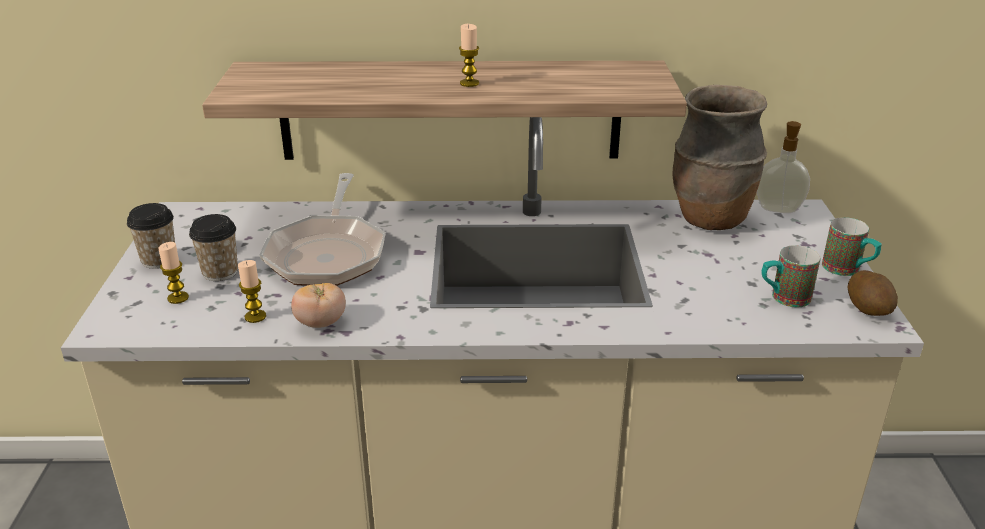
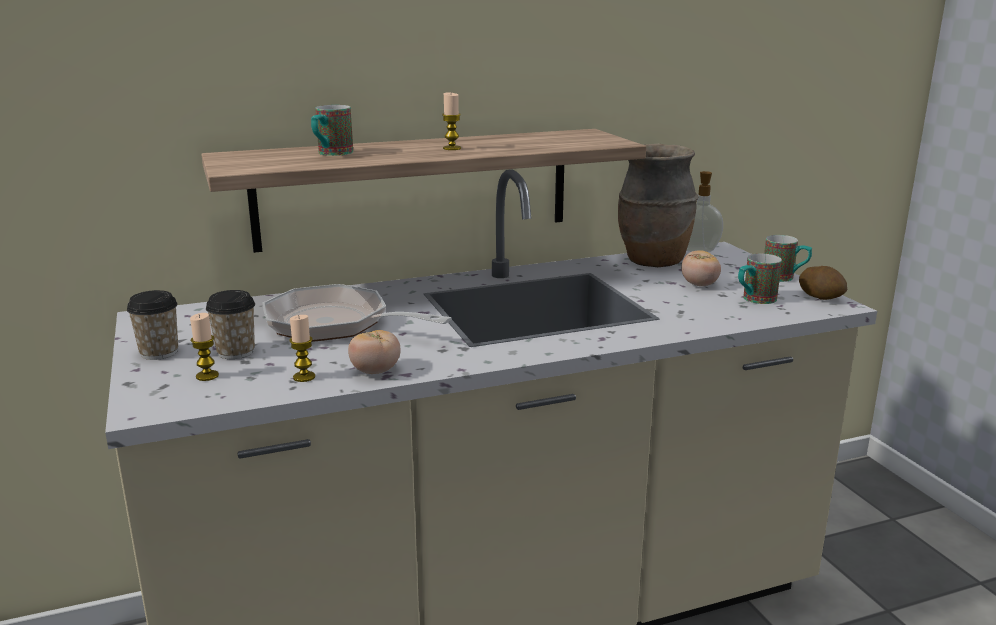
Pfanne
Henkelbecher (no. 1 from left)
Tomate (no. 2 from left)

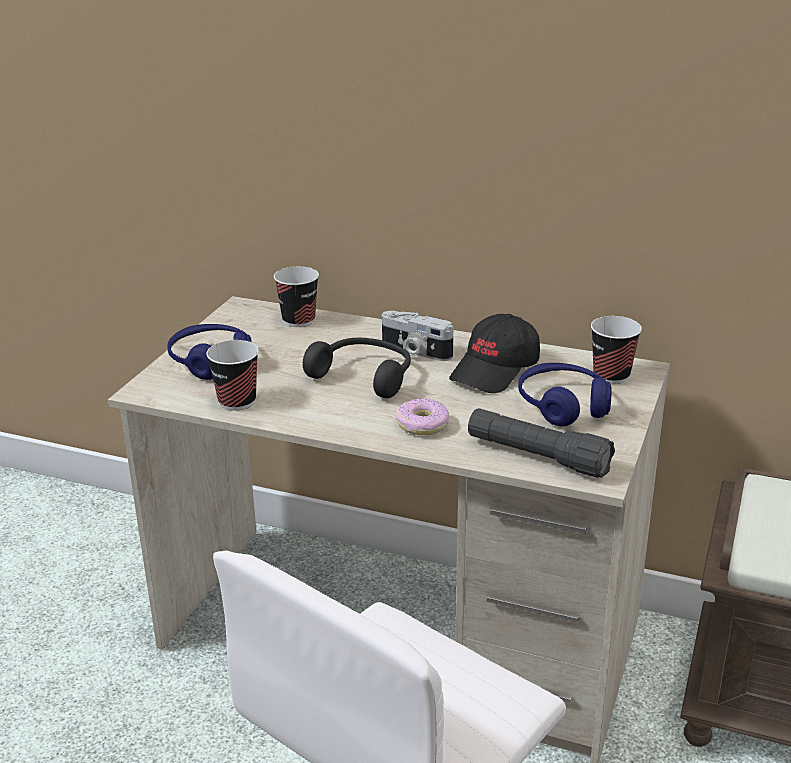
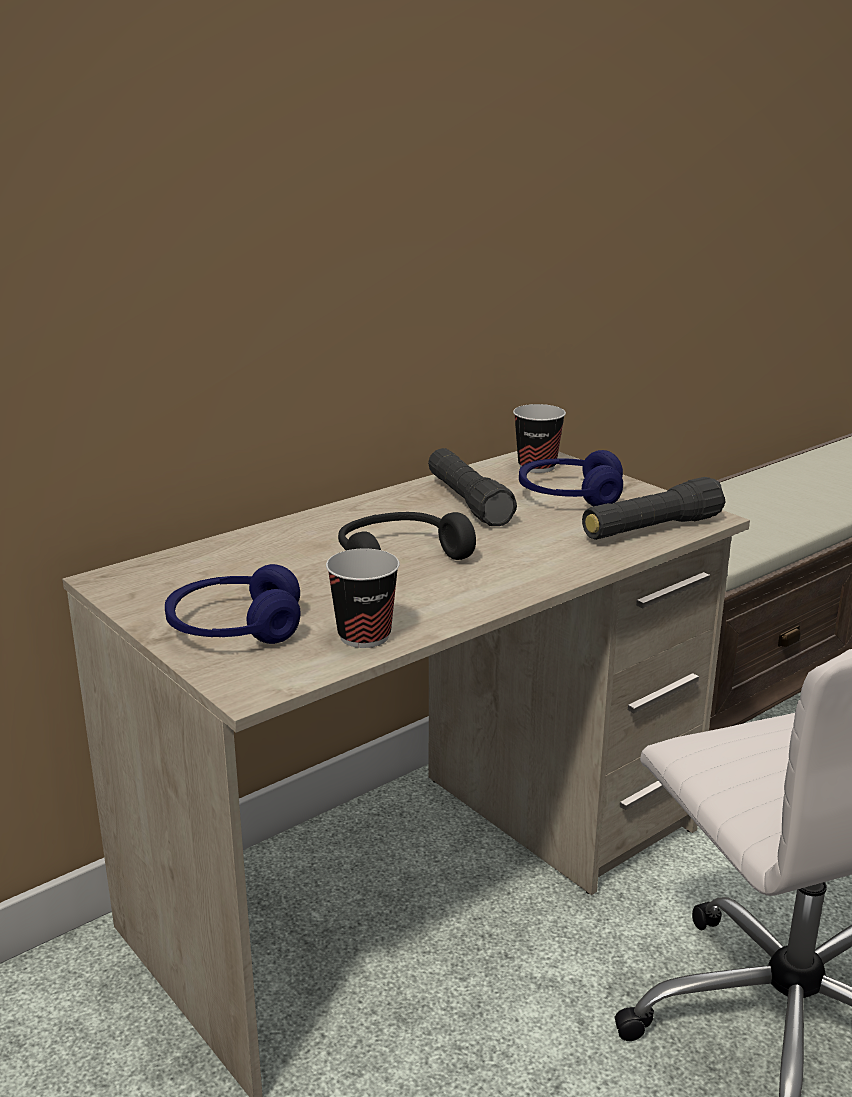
Tasse (no. 2 from left in the first image)
Kamera
Donut
Taschenlampe/schwarz (no. 1 from left)

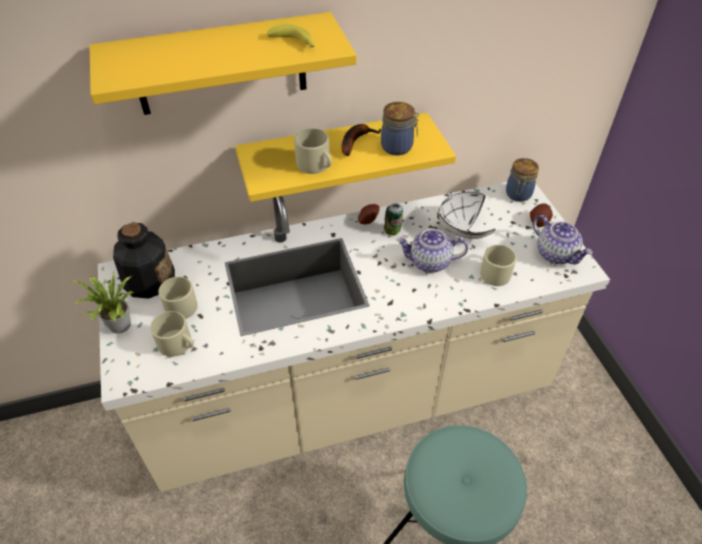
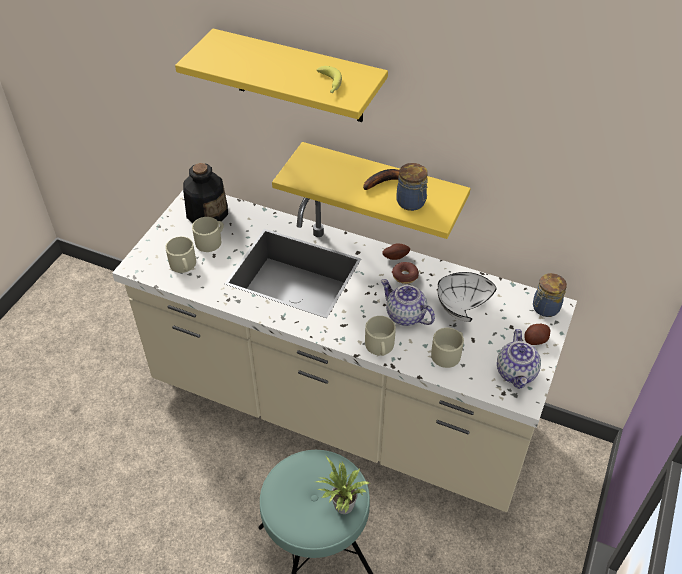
Topfpflanze
Henkelbecher/beige (no. 3 from left)
Donut

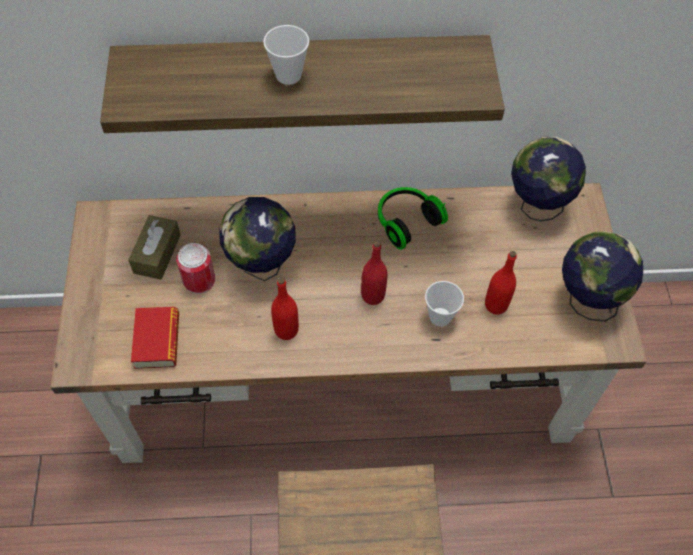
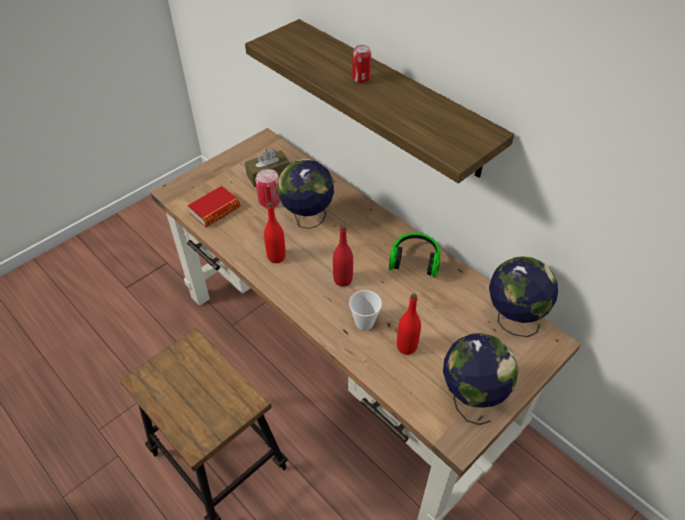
Dose (no. 2 from left)

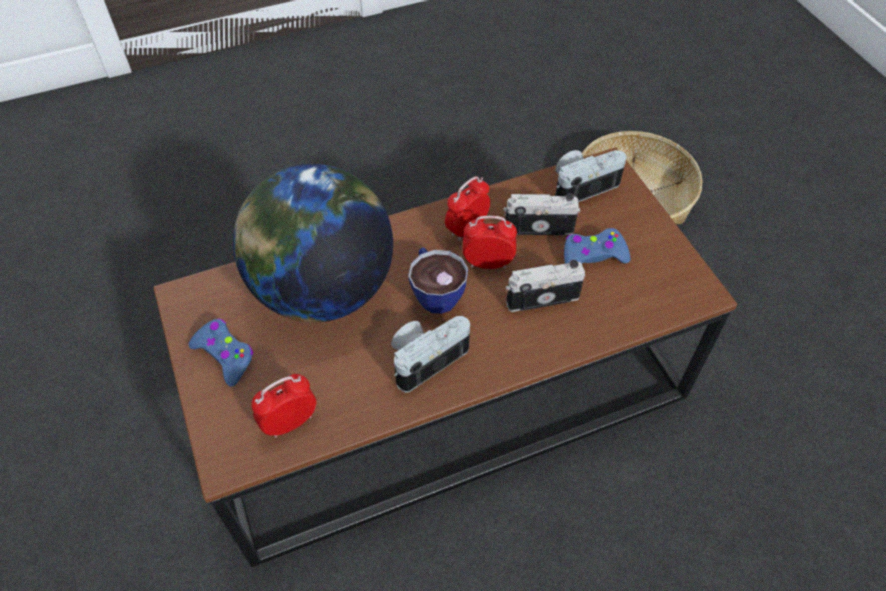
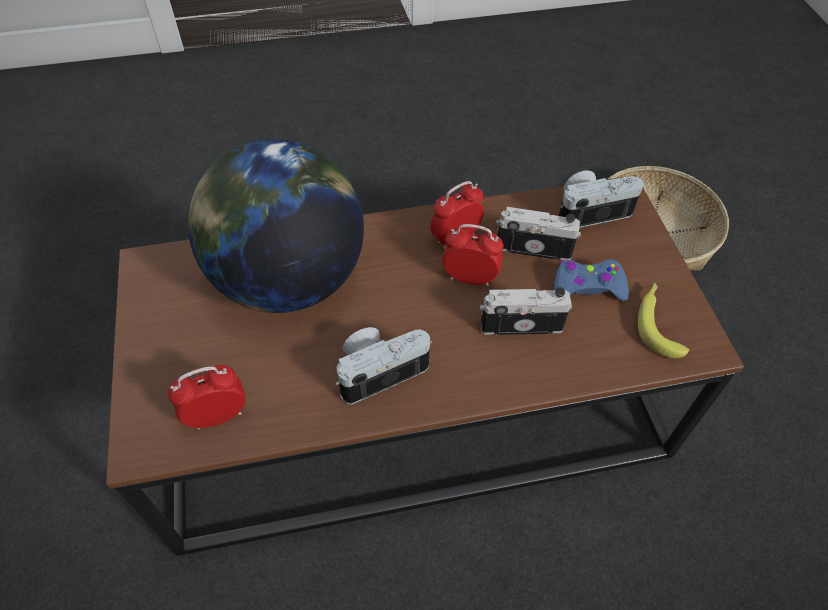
Gamepad/blau (no. 1 from left in the first image)
Tasse
Banane

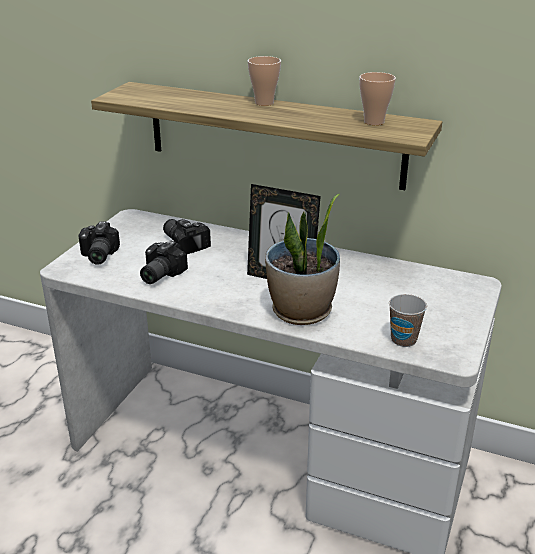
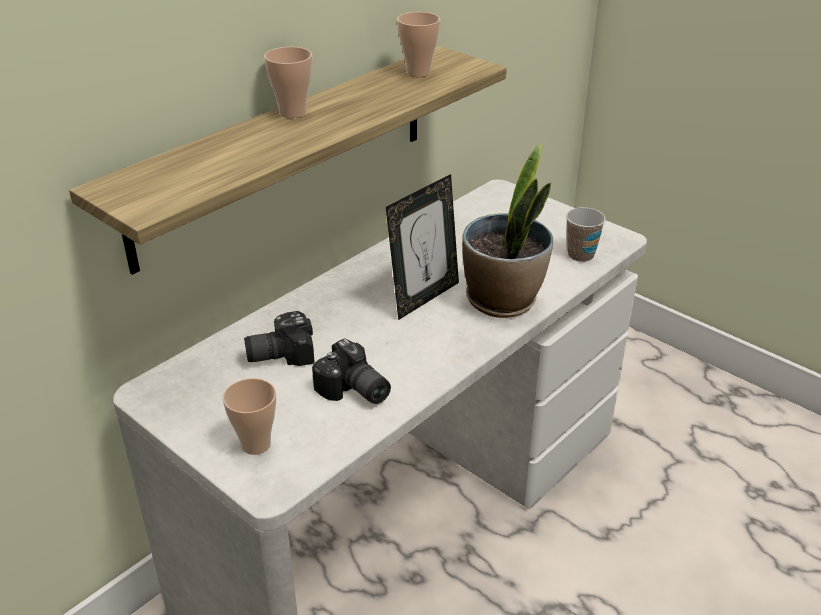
Tasse (no. 1 from left)

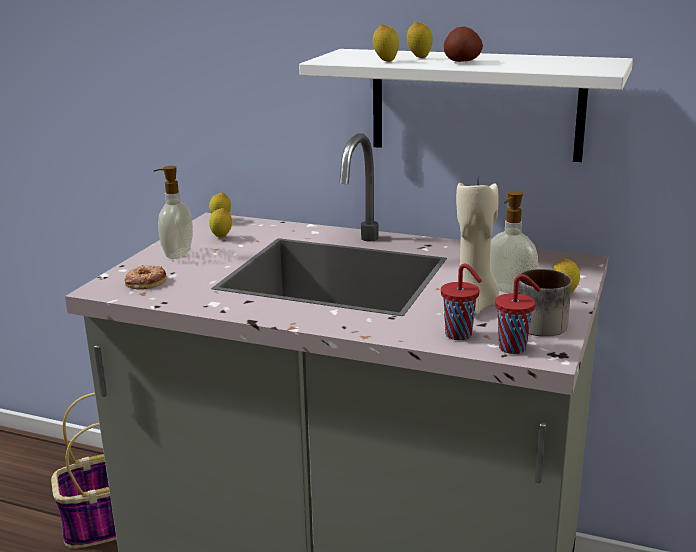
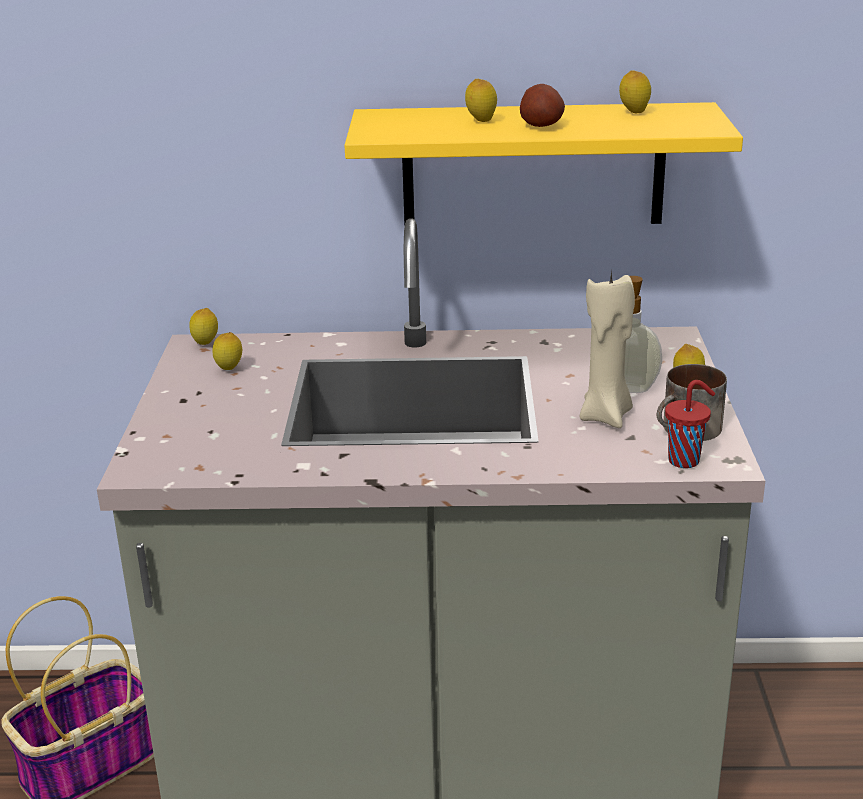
Donut
Seifenspender (no. 1 from left in the first image)
Wandregal/gelb
Zitrone (no. 4 from left)
Tasse/rot (no. 1 from left in the first image)

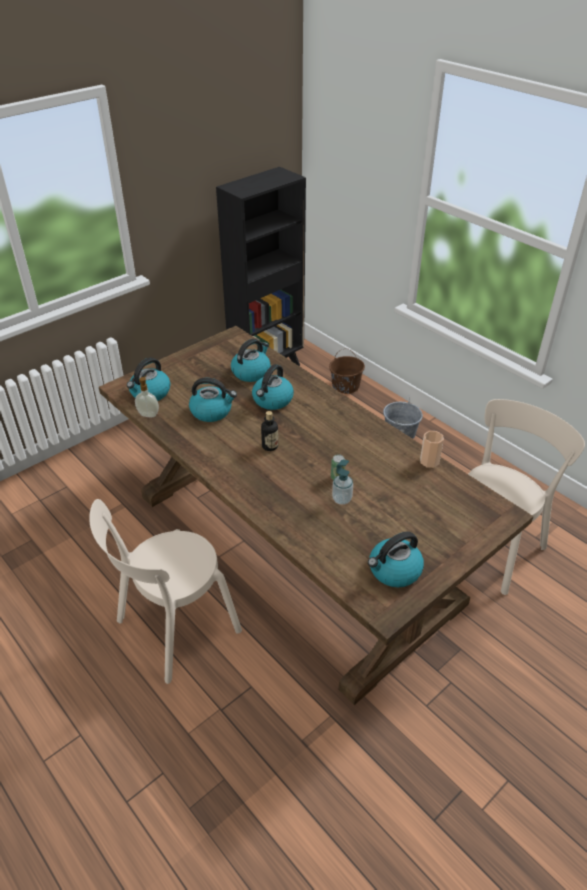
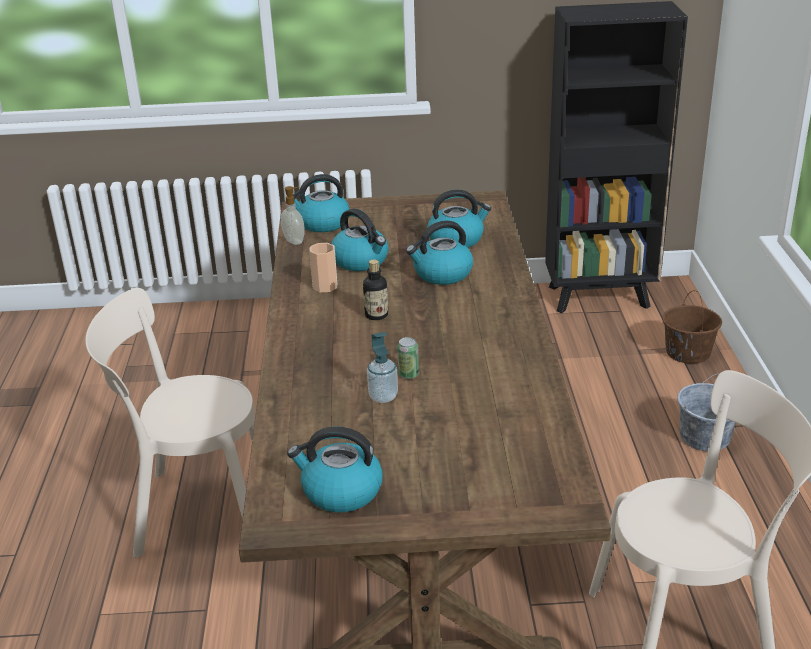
Tasse

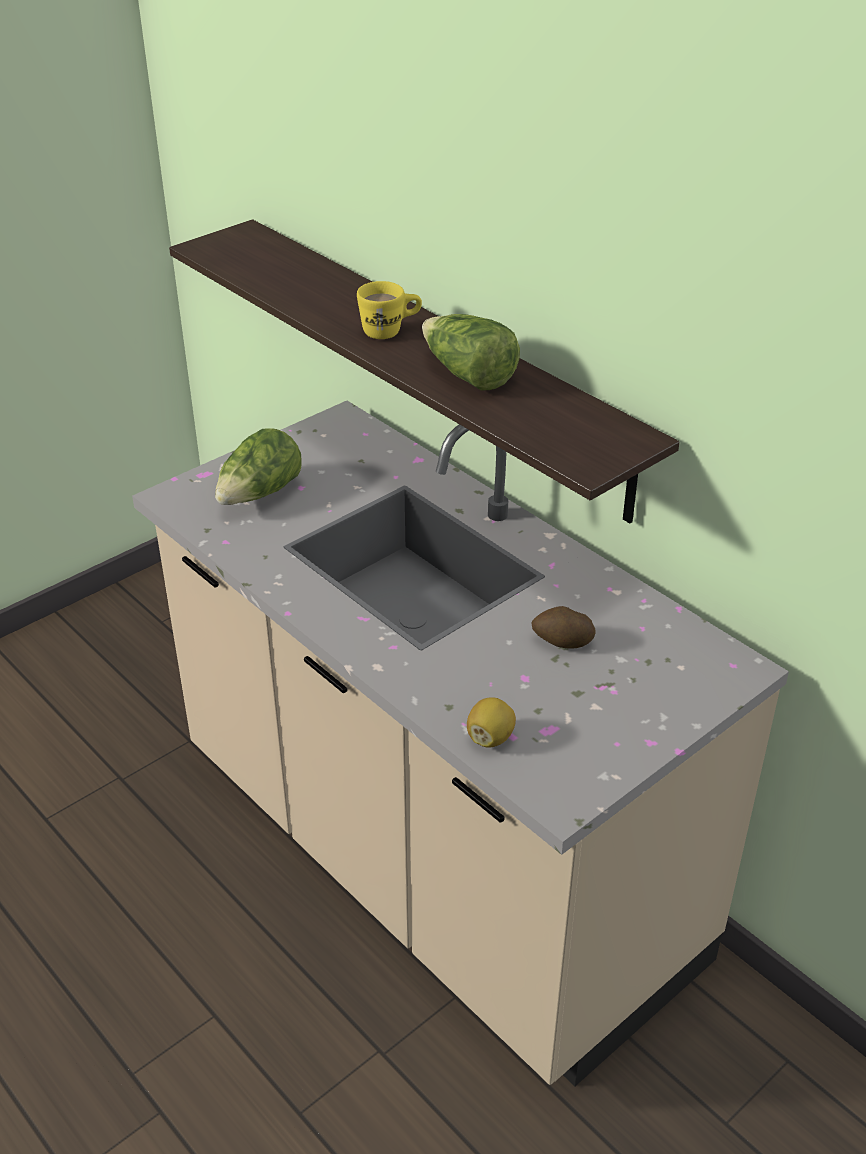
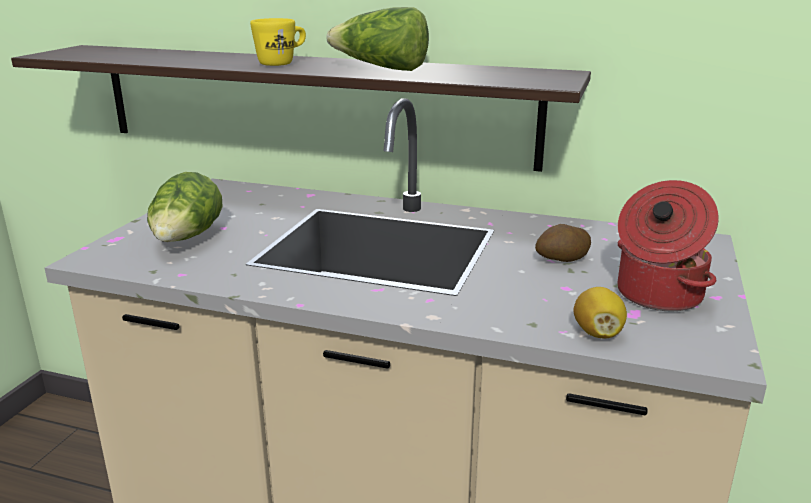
Kochtopf

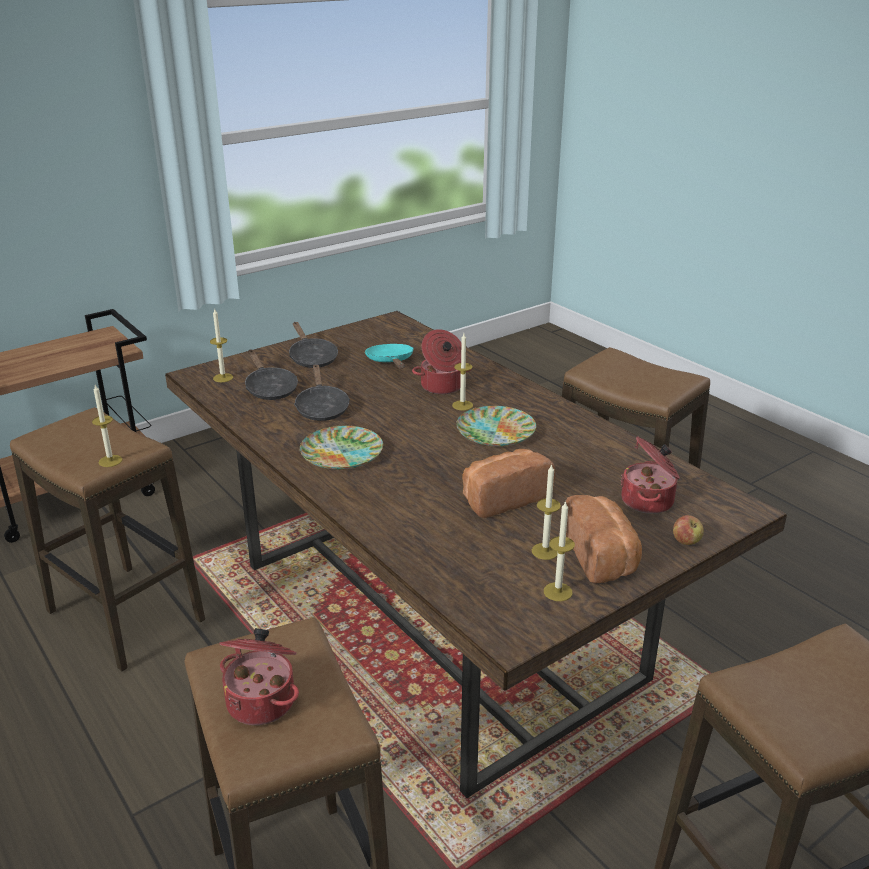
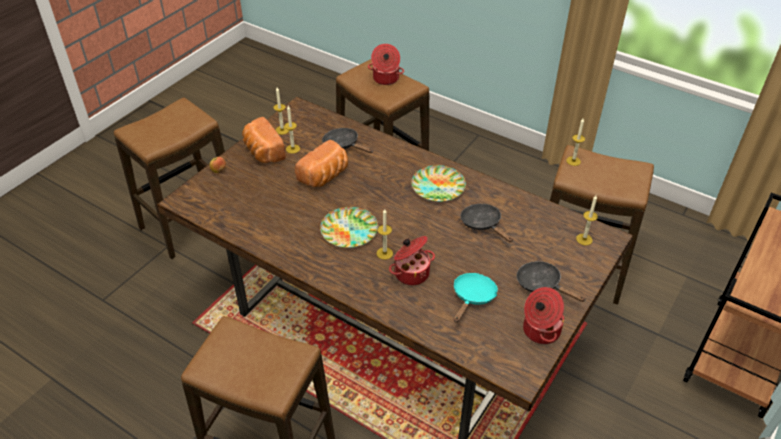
Pfanne/schwarz (no. 1 from left)
Pfanne/türkis
Kochtopf (no. 3 from left)

